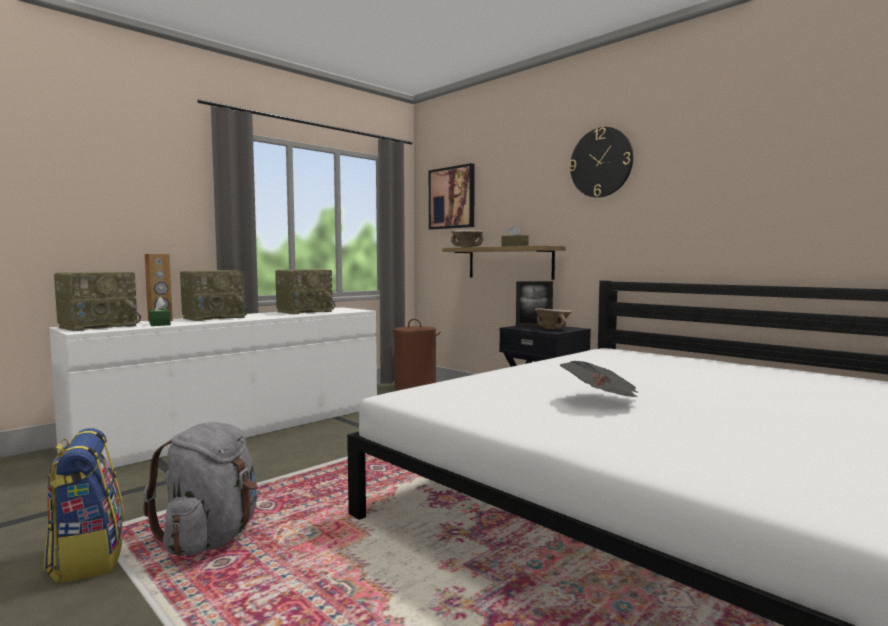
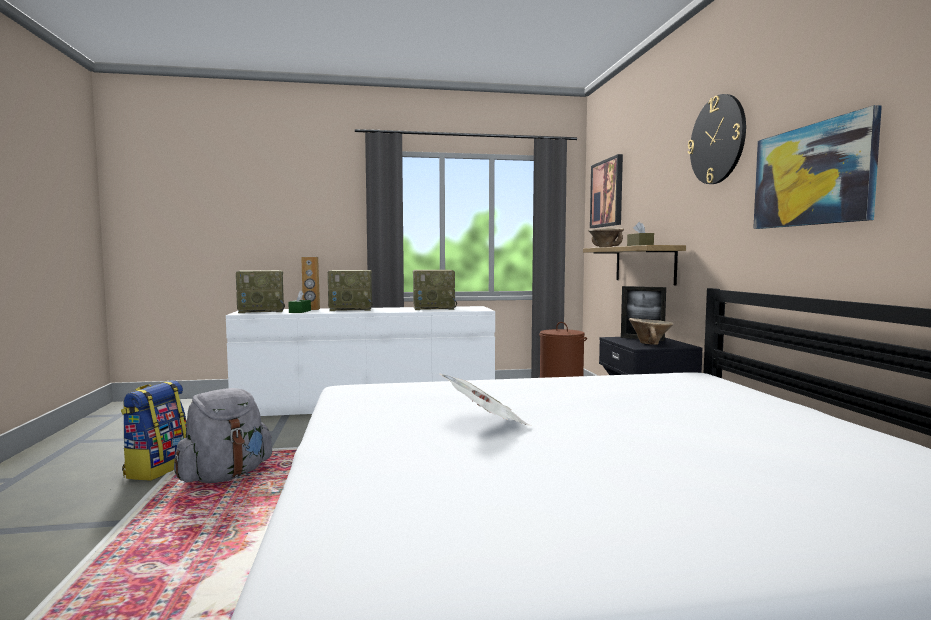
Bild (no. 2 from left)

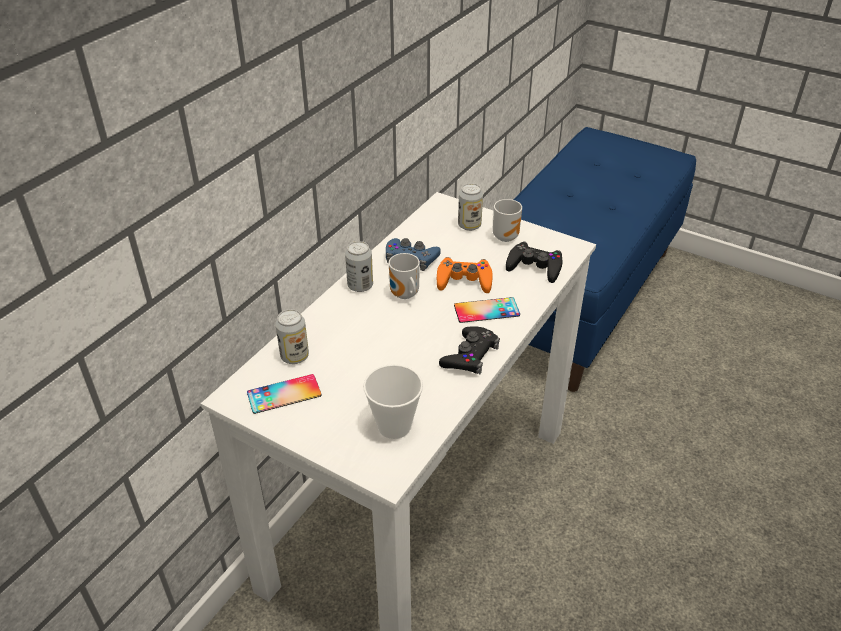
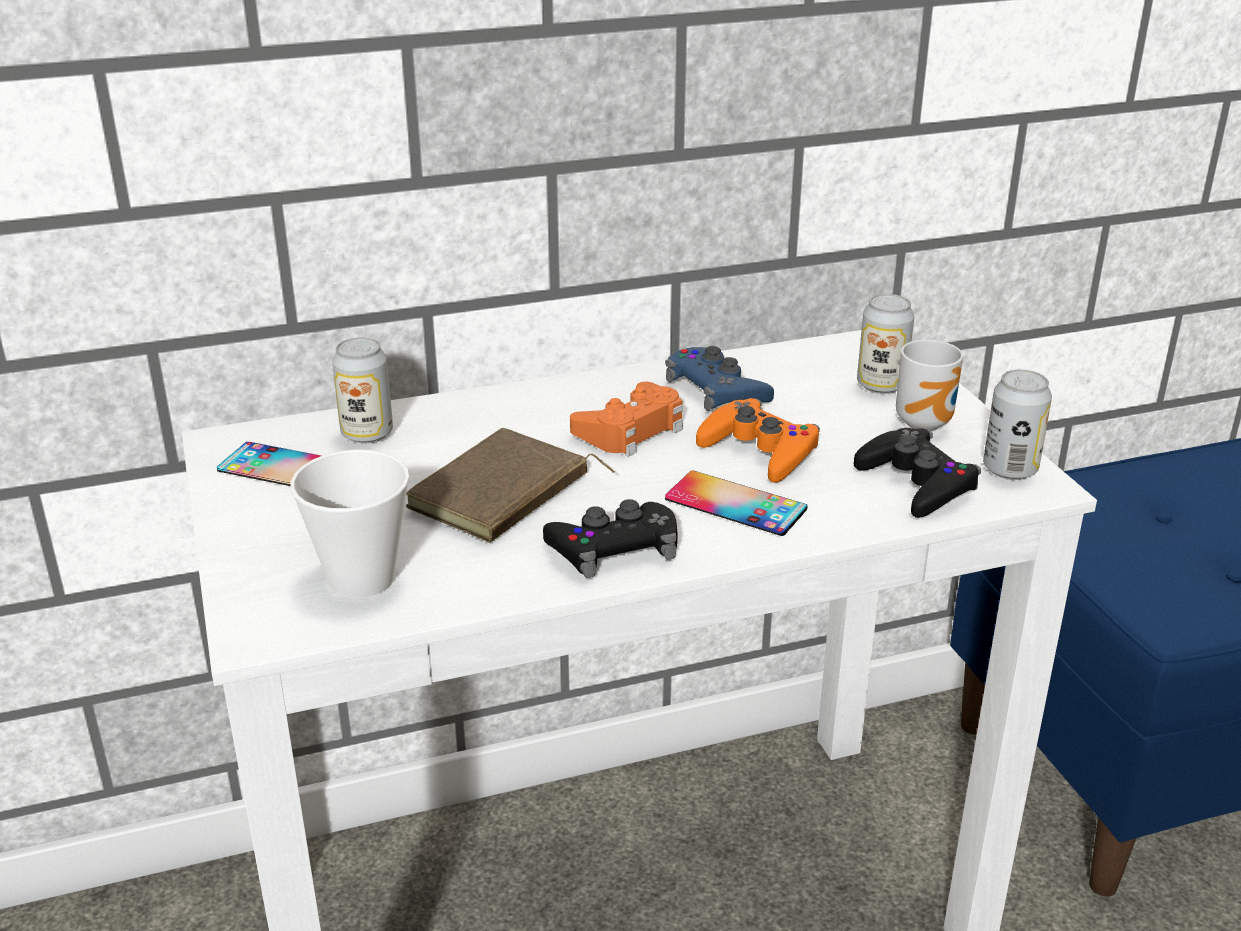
Dose (no. 3 from left)
Gamepad/orange (no. 1 from left)
Buch/braun

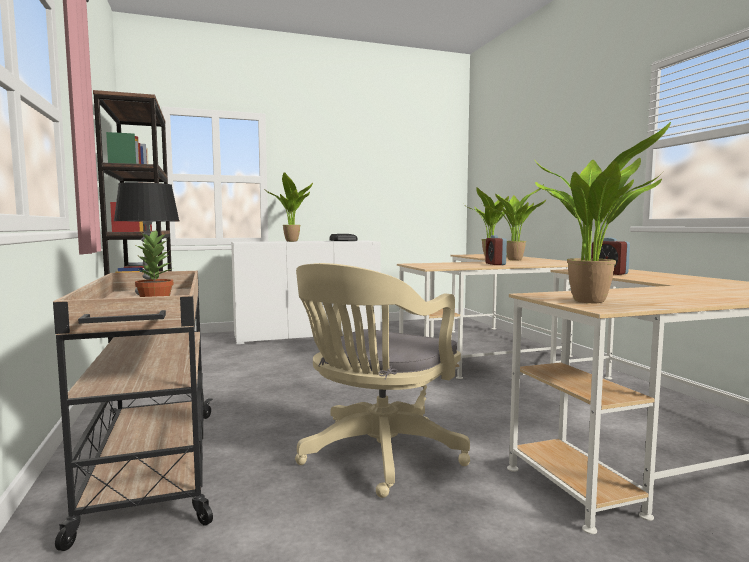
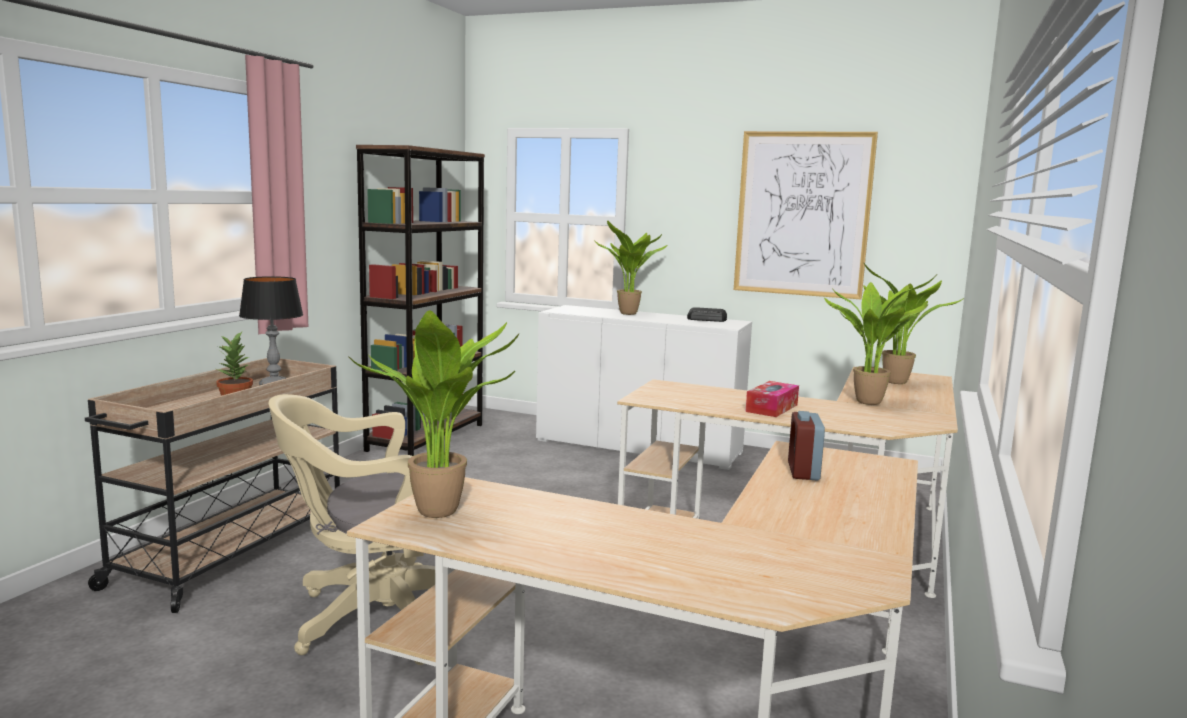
Taschentuchbox
Bild

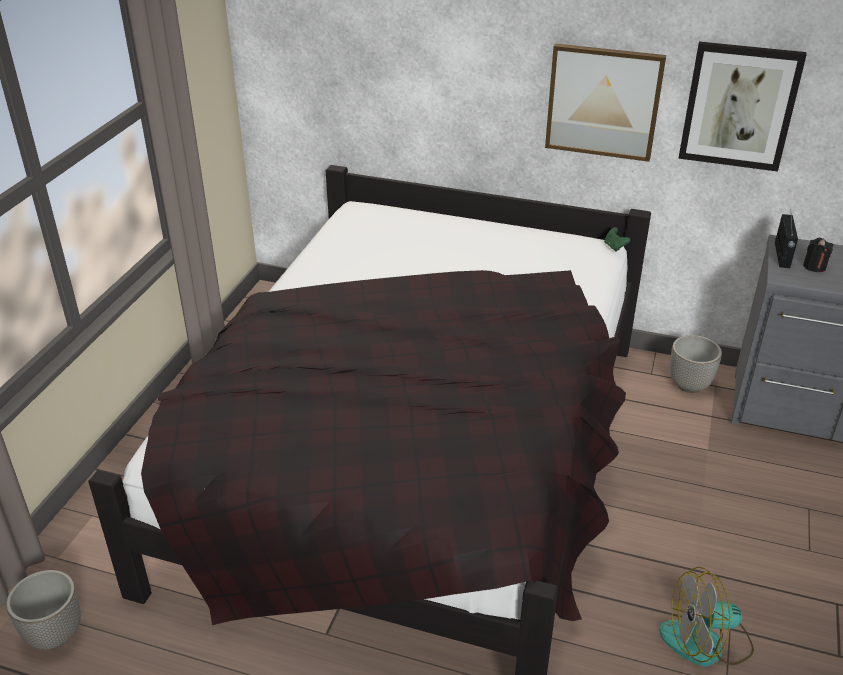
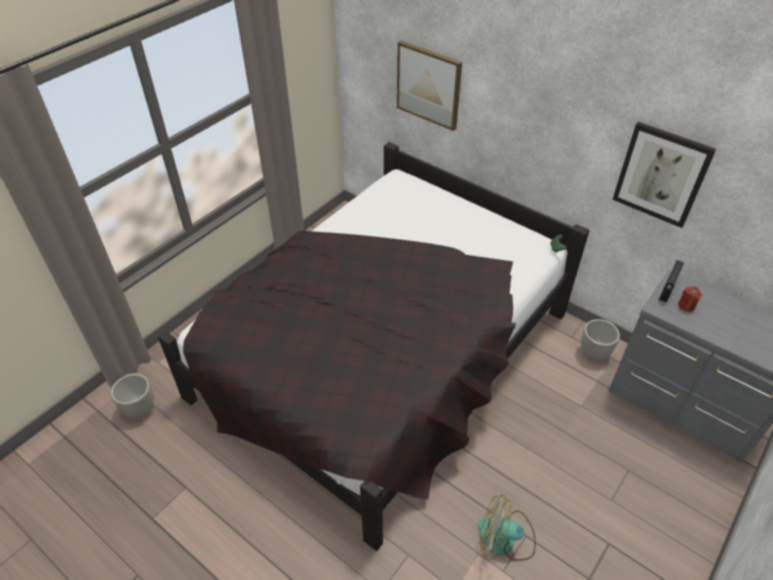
Bild (no. 1 from left)
Kerze/rot

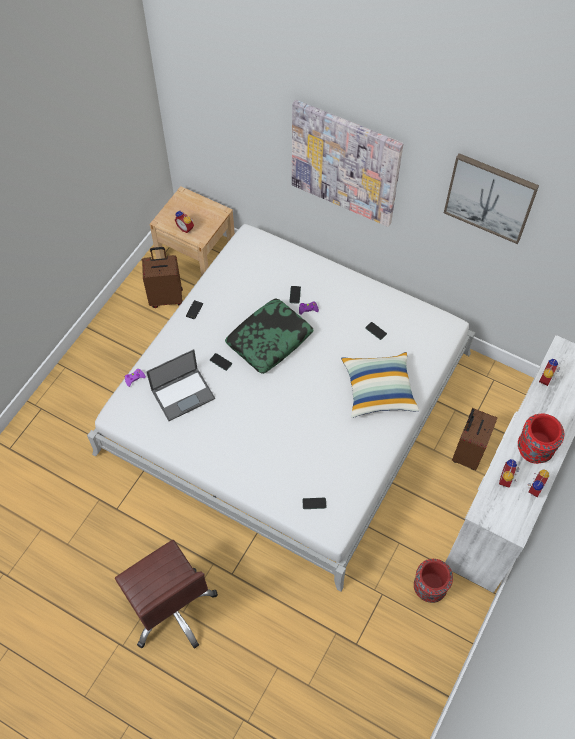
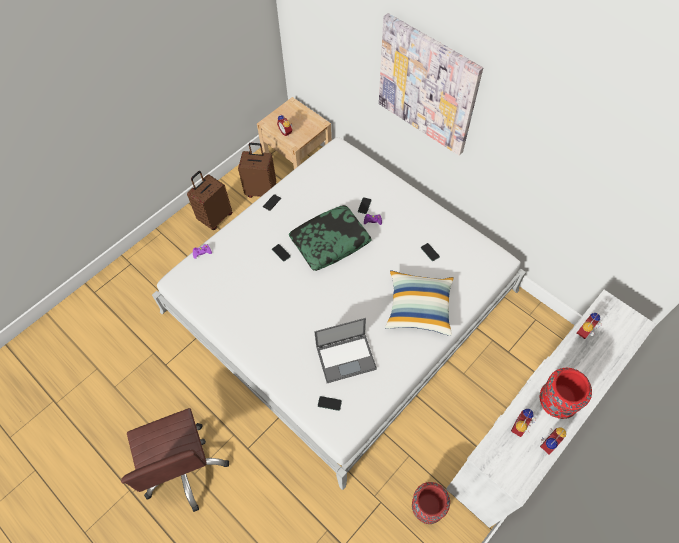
Laptop
Bild (no. 2 from left in the first image)
Koffer/braun (no. 1 from left)

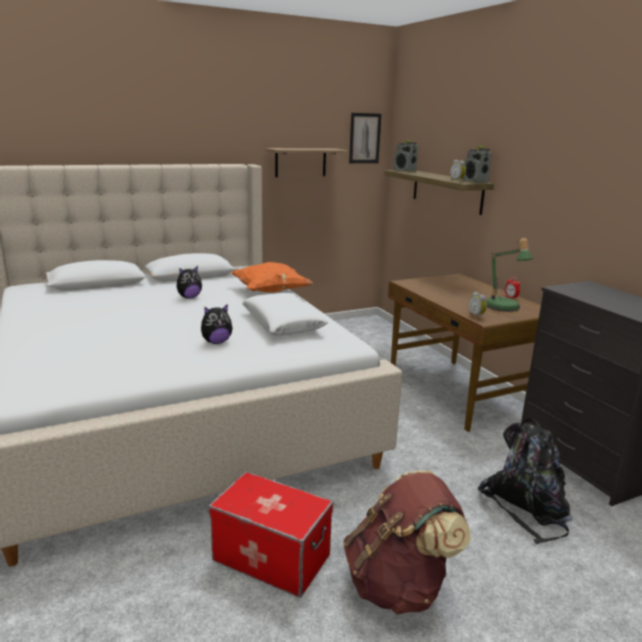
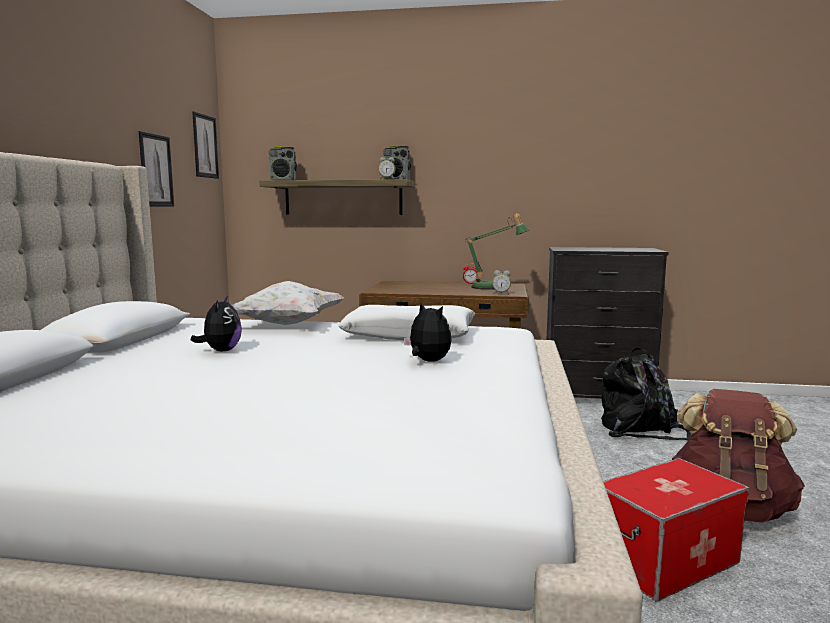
Plüschtier (no. 2 from left)
Kissen/weiß (no. 1 from left)
Bild (no. 1 from left)

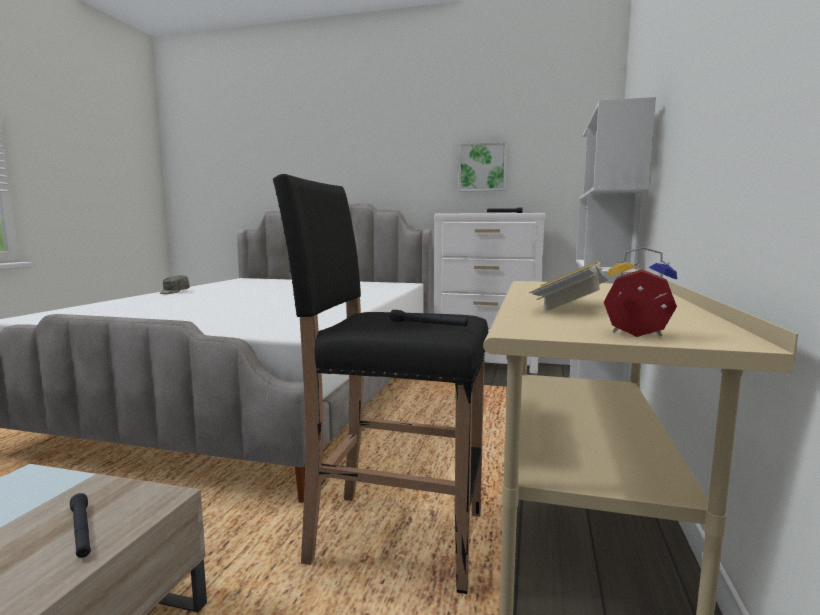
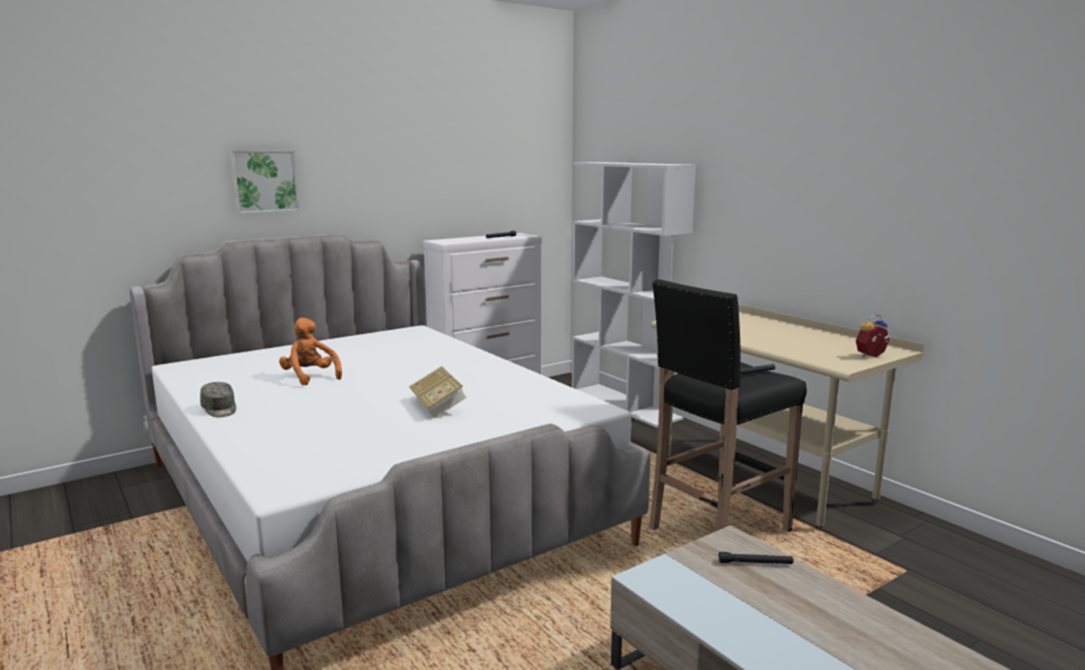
Bild
Buch
Plüschtier/orange

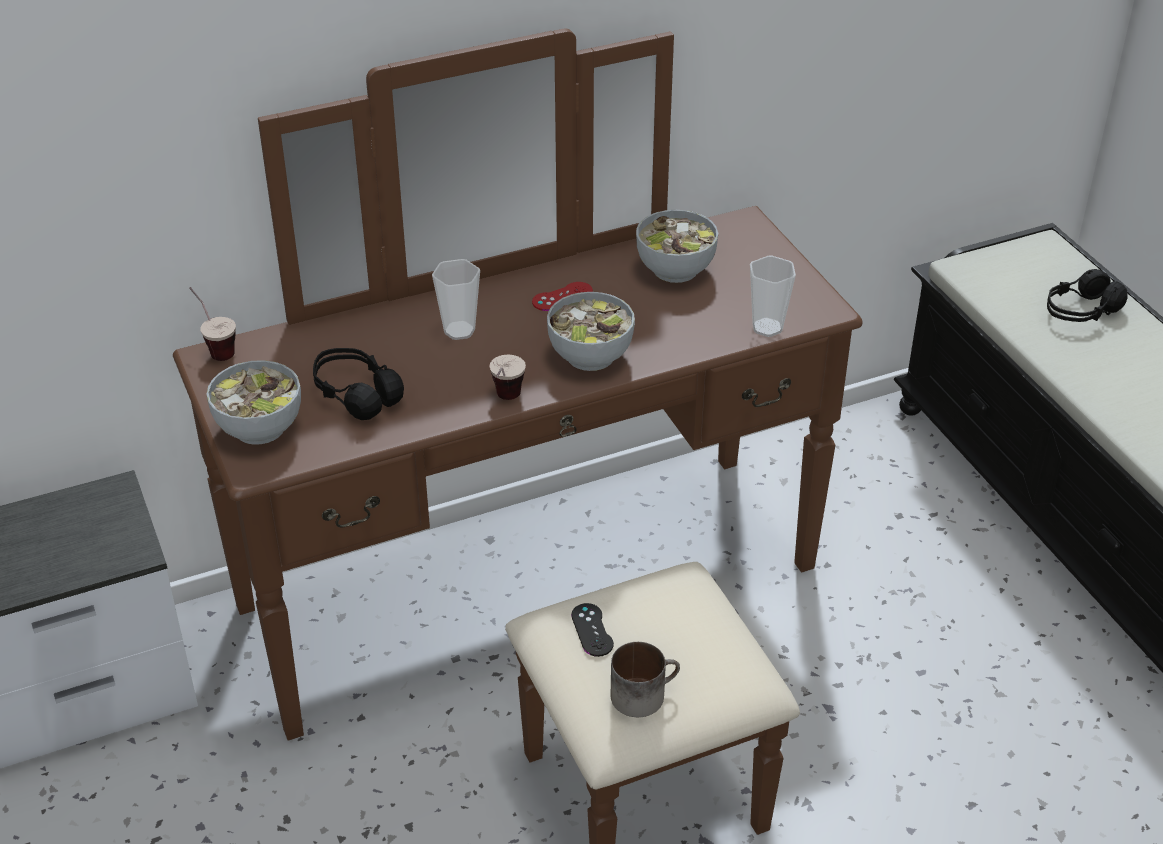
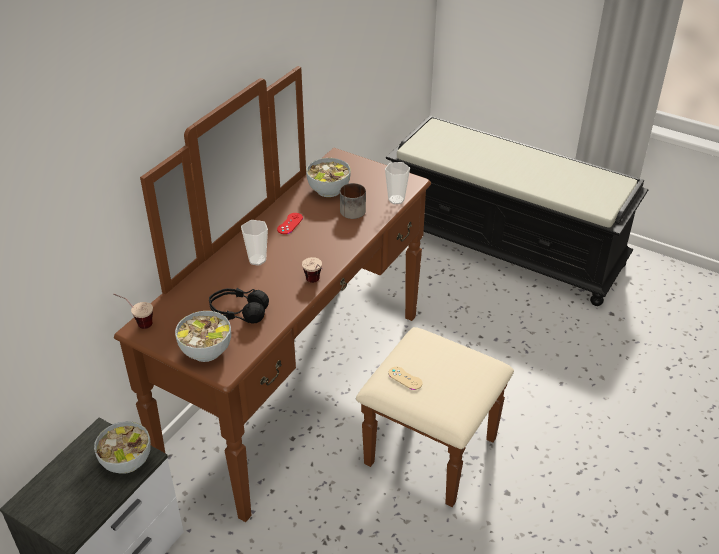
Schüssel (no. 1 from left)
Gamepad/beige
Henkelbecher
Kopfhörer/schwarz (no. 2 from left in the first image)

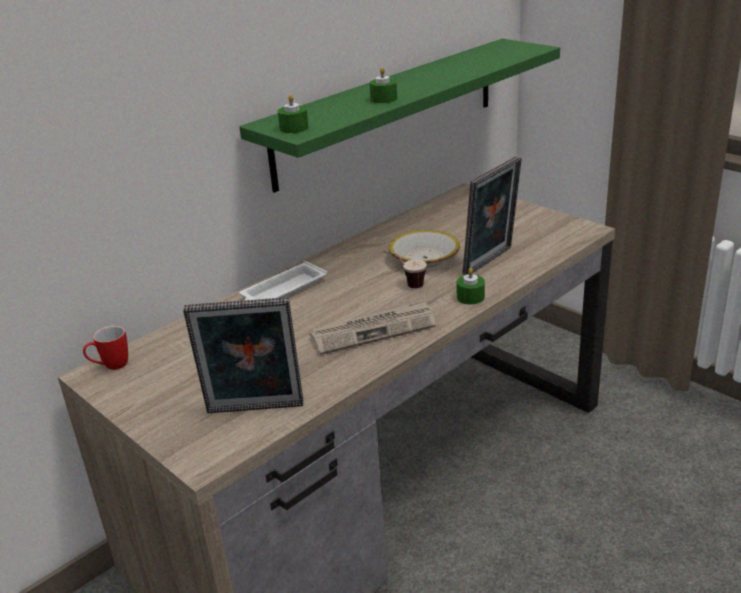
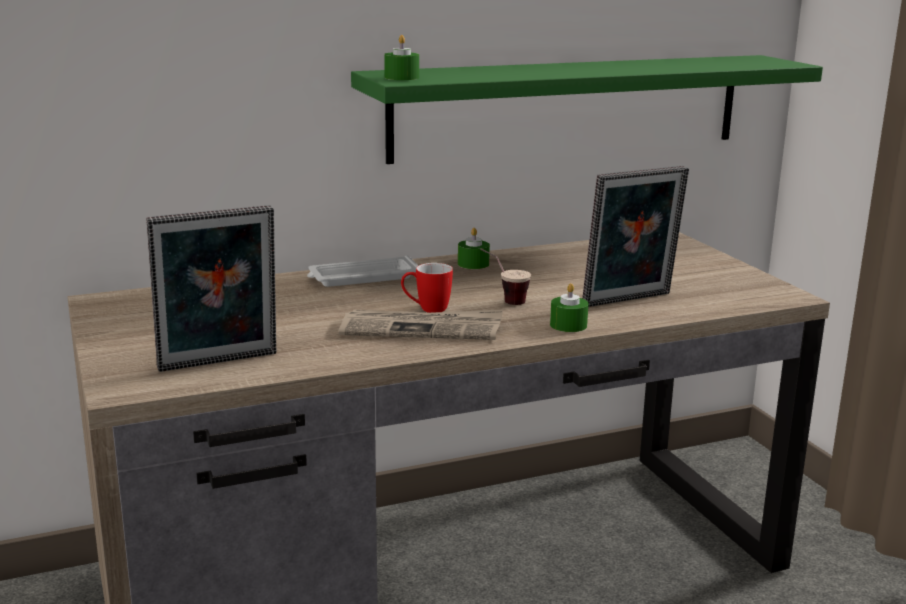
Henkelbecher
Bilderrahmen (no. 1 from left)
Kerze/grün (no. 2 from left)
Schüssel

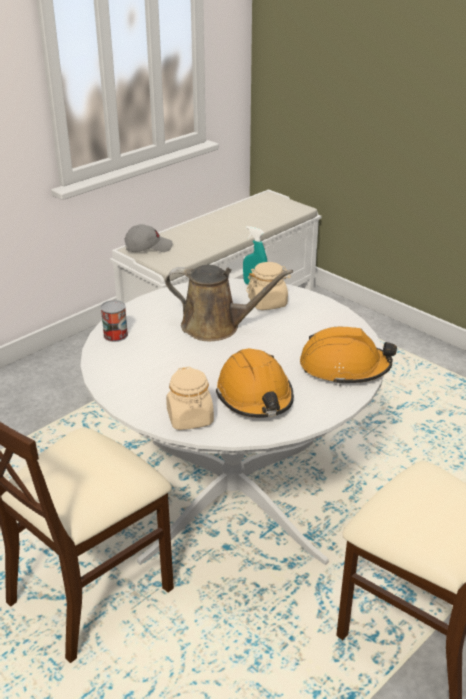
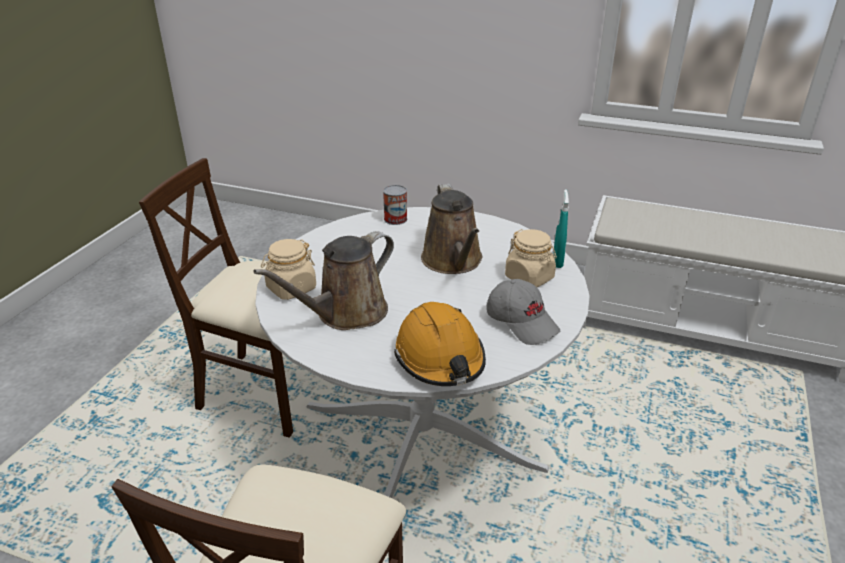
Kappe/grau
Gießkanne/braun (no. 1 from left)

